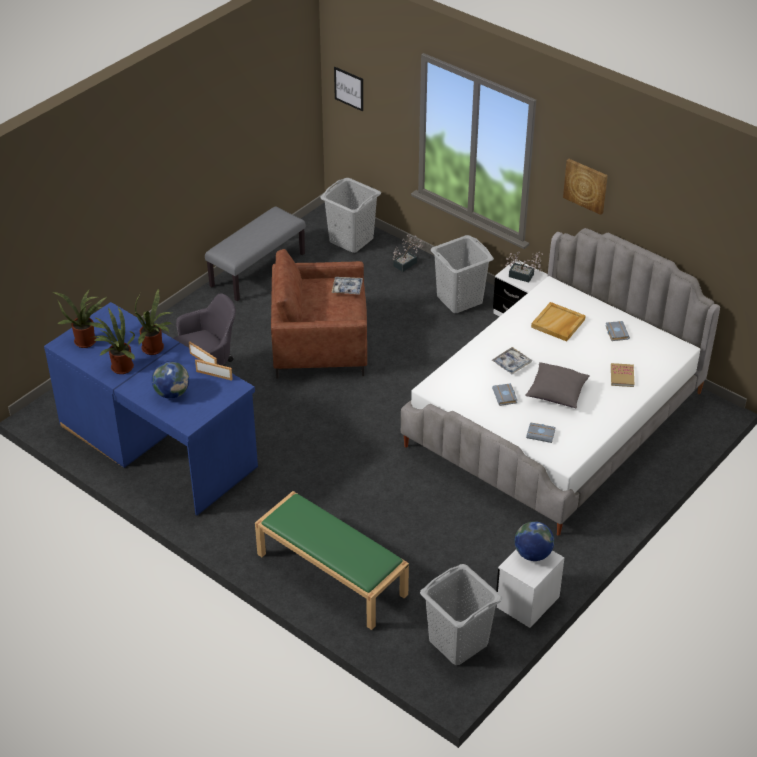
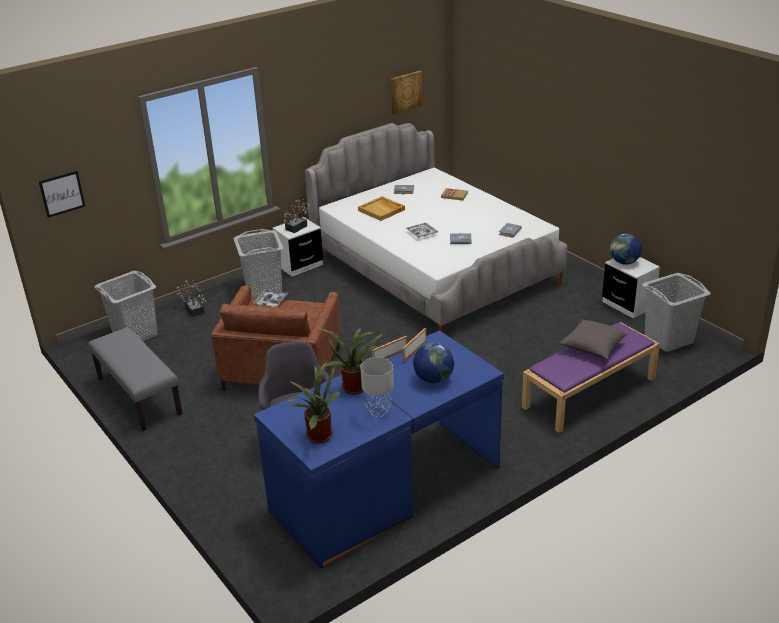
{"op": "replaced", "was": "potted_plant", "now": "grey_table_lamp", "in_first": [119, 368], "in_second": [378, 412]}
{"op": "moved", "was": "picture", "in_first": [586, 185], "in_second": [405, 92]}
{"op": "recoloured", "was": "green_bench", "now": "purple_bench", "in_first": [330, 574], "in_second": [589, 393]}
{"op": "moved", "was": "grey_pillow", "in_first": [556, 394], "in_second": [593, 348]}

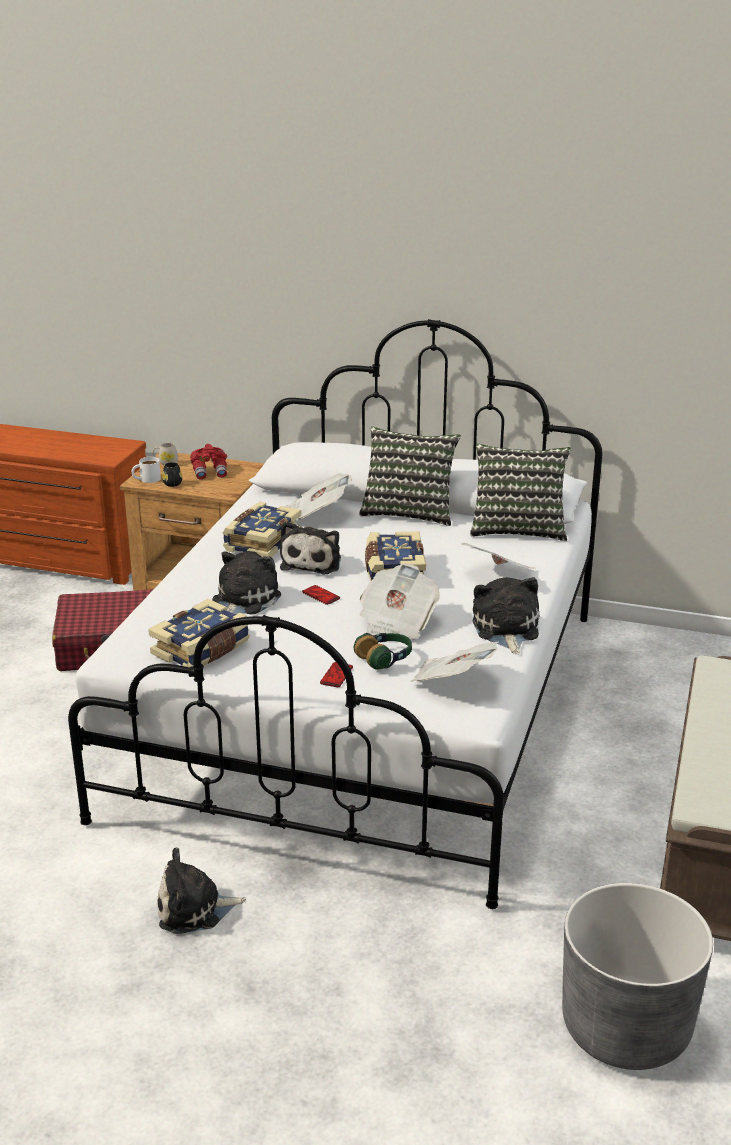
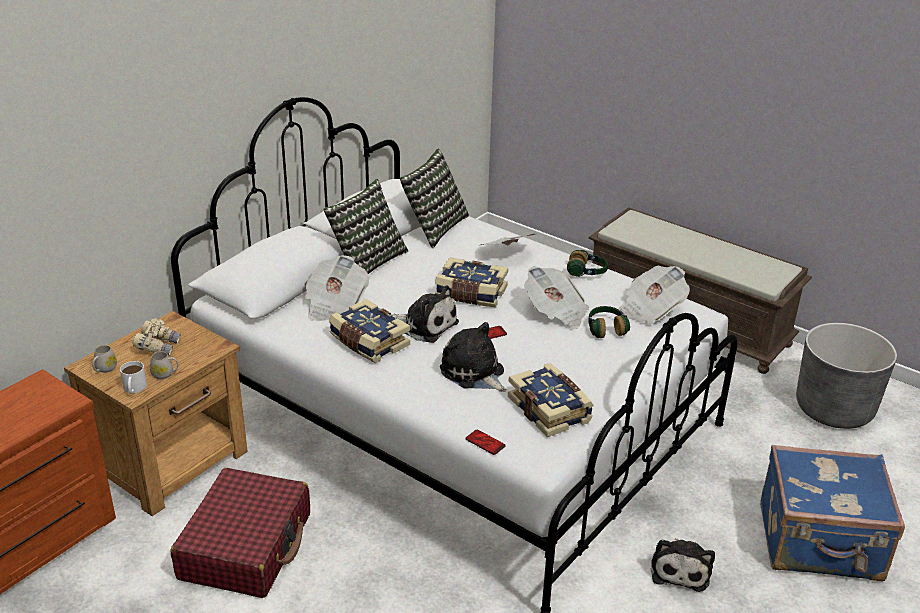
{"op": "recoloured", "was": "red_binoculars", "now": "beige_binoculars", "in_first": [210, 472], "in_second": [158, 347]}
{"op": "recoloured", "was": "black_mug", "now": "white_mug", "in_first": [173, 484], "in_second": [165, 374]}
{"op": "moved", "was": "phone", "in_first": [336, 675], "in_second": [485, 443]}
{"op": "replaced", "was": "plush_toy", "now": "headphones", "in_first": [506, 630], "in_second": [587, 272]}
{"op": "added", "now": "blue_suitcase", "in_second": [820, 544]}

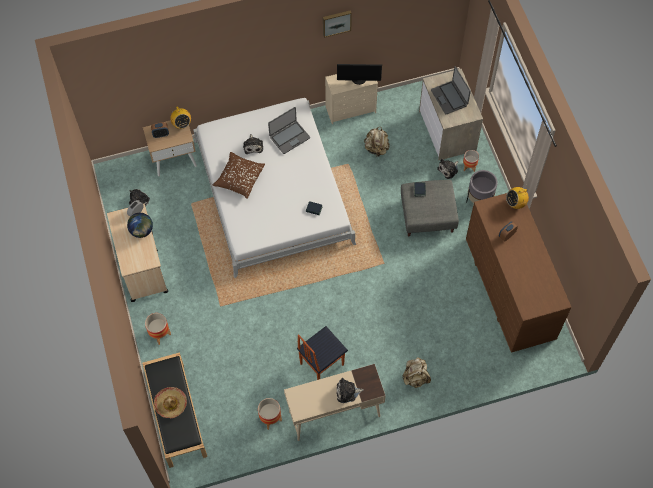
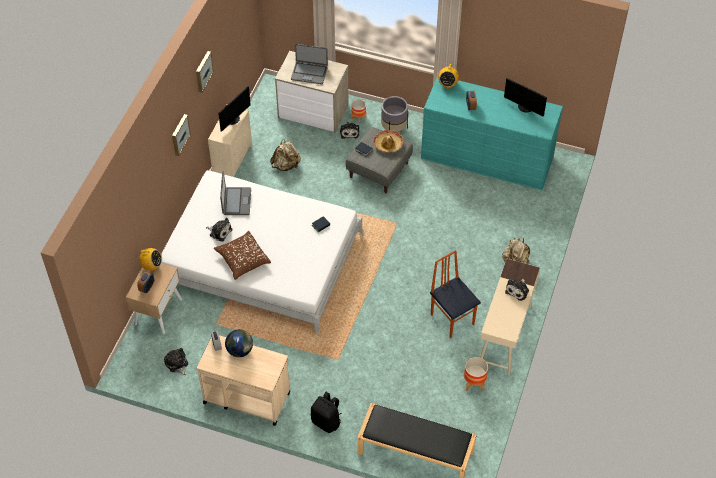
{"op": "added", "now": "picture", "in_second": [179, 134]}
{"op": "replaced", "was": "planter", "now": "black_backpack", "in_first": [160, 334], "in_second": [326, 421]}
{"op": "moved", "was": "hat", "in_first": [171, 404], "in_second": [388, 144]}
{"op": "recoloured", "was": "brown_dresser", "now": "turquoise_dresser", "in_first": [510, 288], "in_second": [487, 158]}
{"op": "turned", "was": "chair", "in_first": [321, 364], "in_second": [452, 319], "clockwise": 150}
{"op": "added", "now": "monitor", "in_second": [525, 107]}

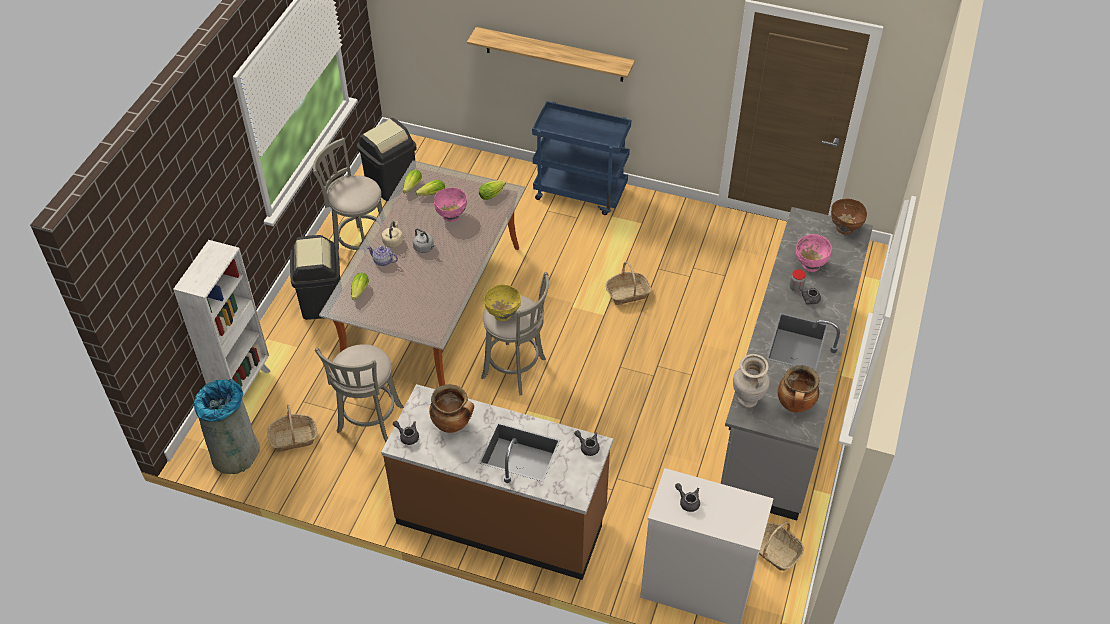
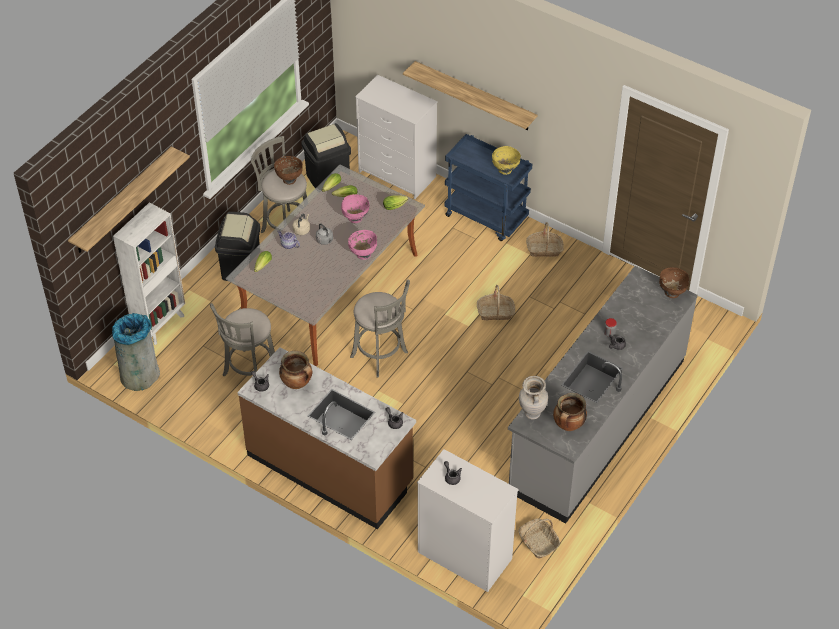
{"op": "added", "now": "shelf", "in_second": [122, 201]}
{"op": "added", "now": "brown_bowl", "in_second": [289, 179]}
{"op": "moved", "was": "pink_bowl", "in_first": [810, 265], "in_second": [363, 254]}
{"op": "added", "now": "white_dresser", "in_second": [398, 174]}
{"op": "moved", "was": "yellow_bowl", "in_first": [502, 315], "in_second": [505, 170]}
{"op": "moved", "was": "basket", "in_first": [294, 438], "in_second": [544, 249]}

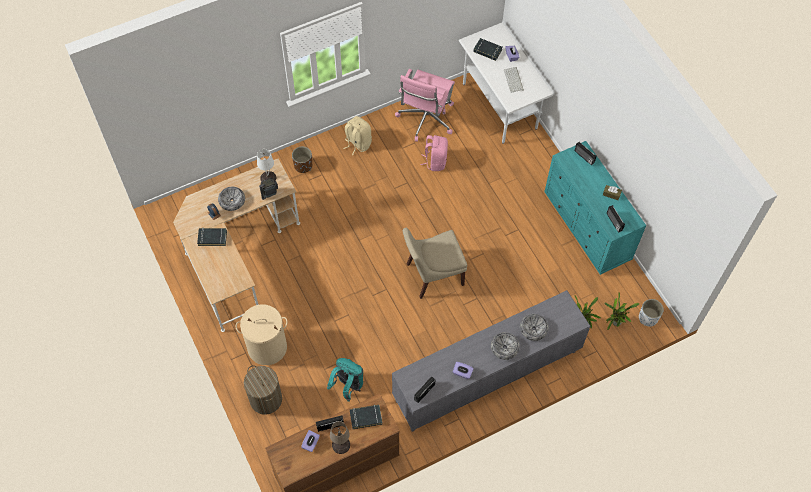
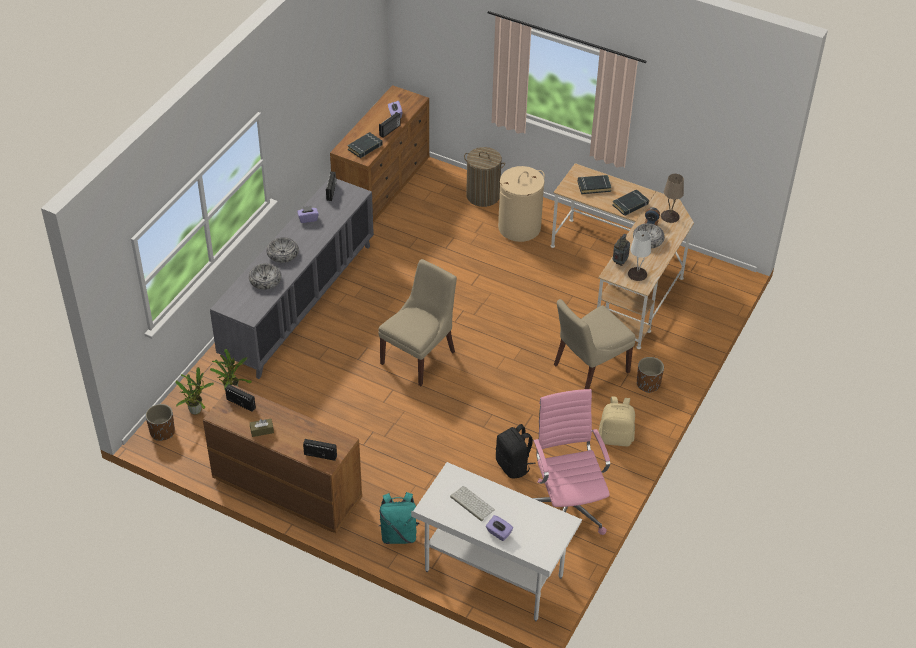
{"op": "recoloured", "was": "white_planter", "now": "brown_planter", "in_first": [648, 318], "in_second": [162, 432]}
{"op": "recoloured", "was": "turquoise_dresser", "now": "brown_dresser", "in_first": [587, 227], "in_second": [286, 488]}
{"op": "moved", "was": "turquoise_backpack", "in_first": [347, 386], "in_second": [398, 534]}
{"op": "recoloured", "was": "pink_backpack", "now": "black_backpack", "in_first": [435, 161], "in_second": [513, 466]}
{"op": "added", "now": "beige_chair", "in_second": [589, 370]}
{"op": "moved", "was": "black_book", "in_first": [487, 51], "in_second": [594, 186]}
{"op": "moved", "was": "beige_table_lamp", "in_first": [341, 445], "in_second": [669, 216]}

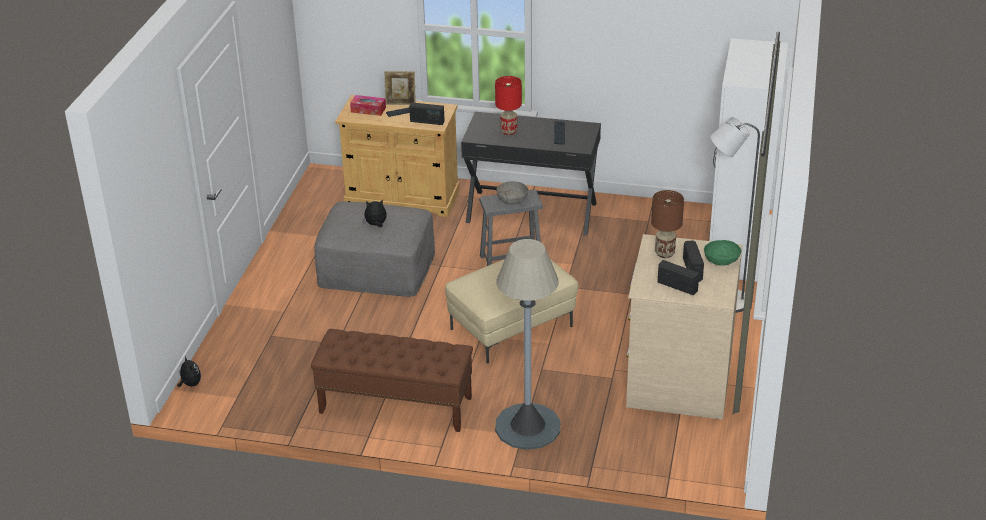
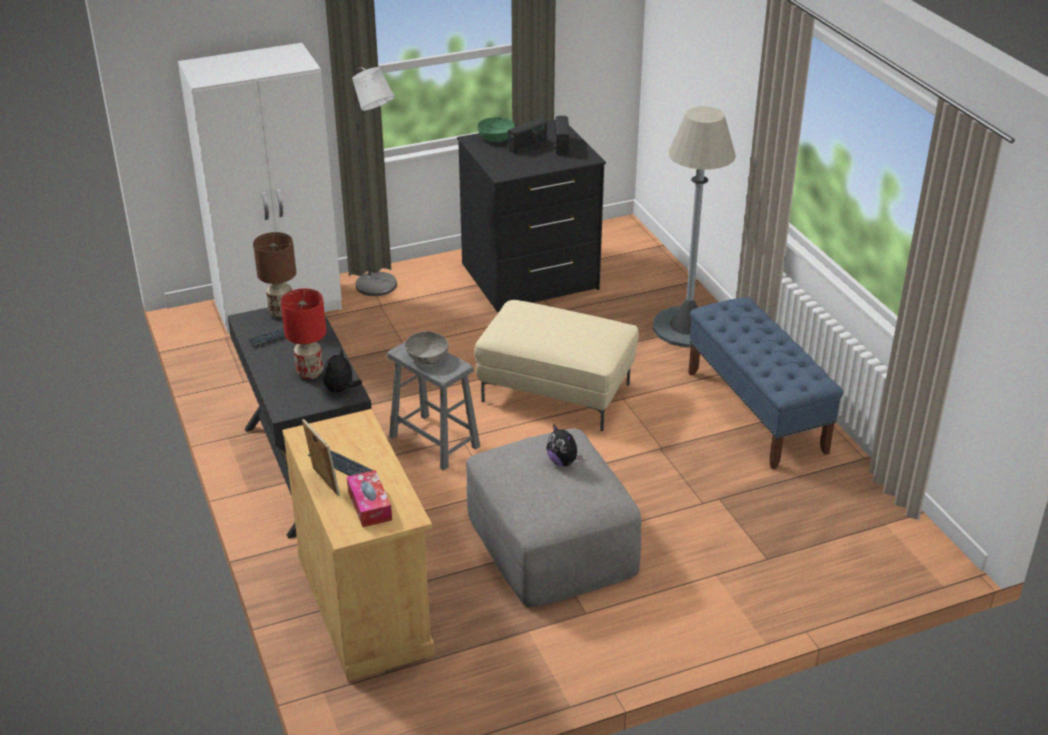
{"op": "moved", "was": "brown_table_lamp", "in_first": [665, 253], "in_second": [281, 312]}
{"op": "moved", "was": "plush_toy", "in_first": [190, 384], "in_second": [340, 390]}
{"op": "recoloured", "was": "beige_dresser", "now": "black_dresser", "in_first": [677, 379], "in_second": [530, 277]}
{"op": "recoloured", "was": "brown_bench", "now": "blue_bench", "in_first": [395, 405], "in_second": [756, 412]}
{"op": "removed", "was": "radio", "in_first": [427, 121]}

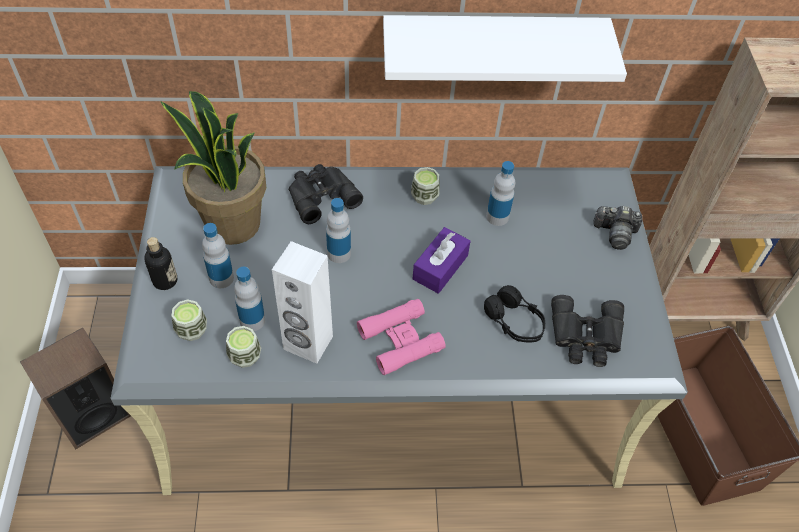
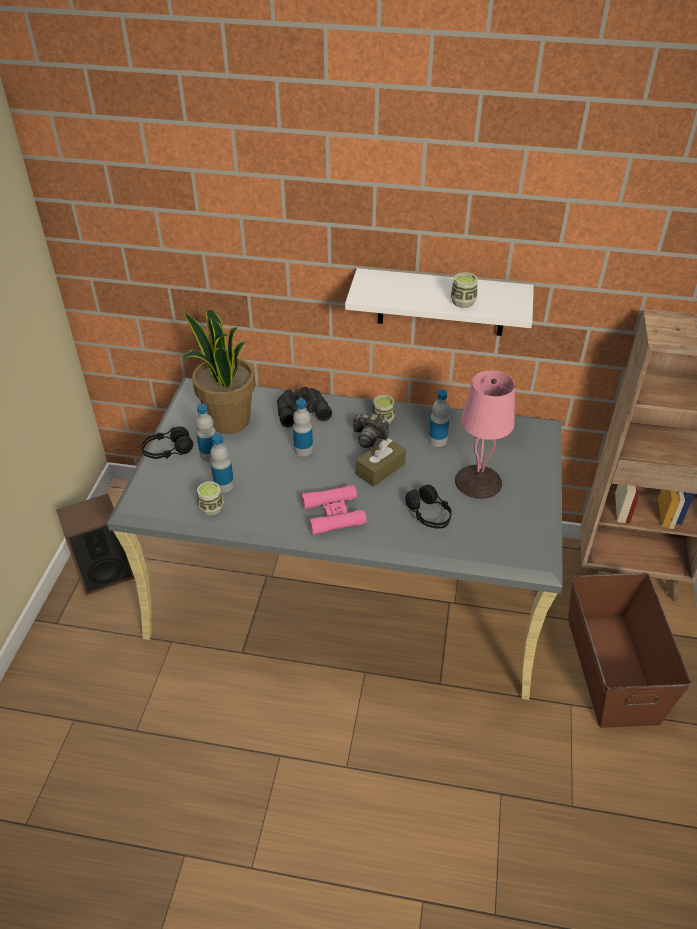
{"op": "replaced", "was": "bottle", "now": "black_headphones", "in_first": [165, 281], "in_second": [167, 451]}
{"op": "moved", "was": "photo_camera", "in_first": [615, 233], "in_second": [369, 437]}
{"op": "recoloured", "was": "purple_tissue_box", "now": "brown_tissue_box", "in_first": [440, 267], "in_second": [380, 469]}
{"op": "moved", "was": "cup", "in_first": [192, 330], "in_second": [463, 302]}
{"op": "added", "now": "pink_table_lamp", "in_second": [479, 482]}
{"op": "removed", "was": "white_speaker", "in_first": [308, 343]}
{"op": "removed", "was": "black_binoculars", "in_first": [585, 337]}

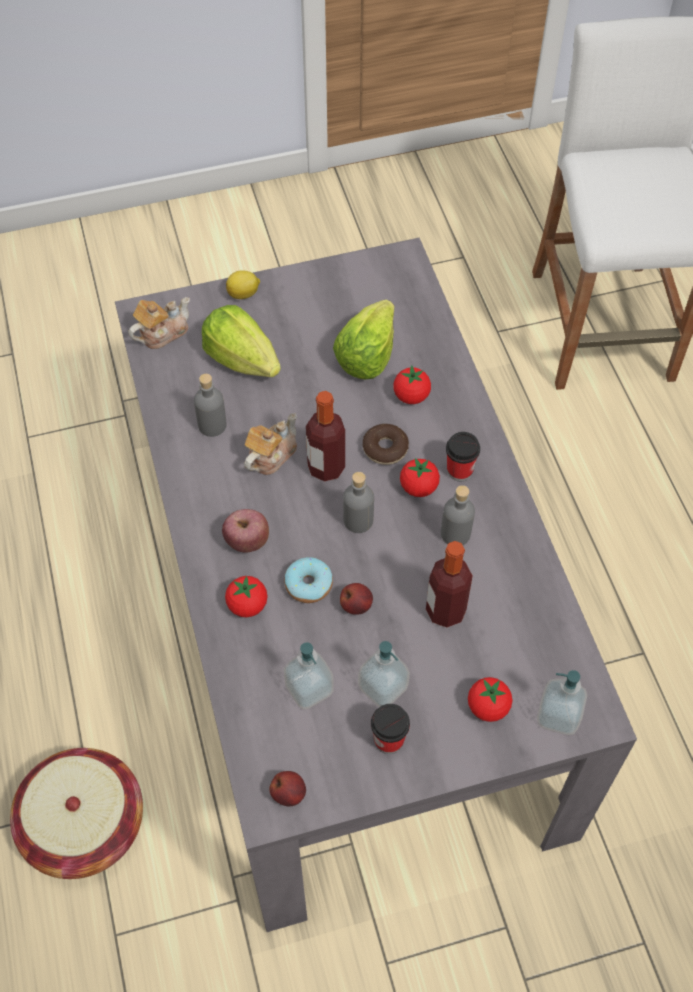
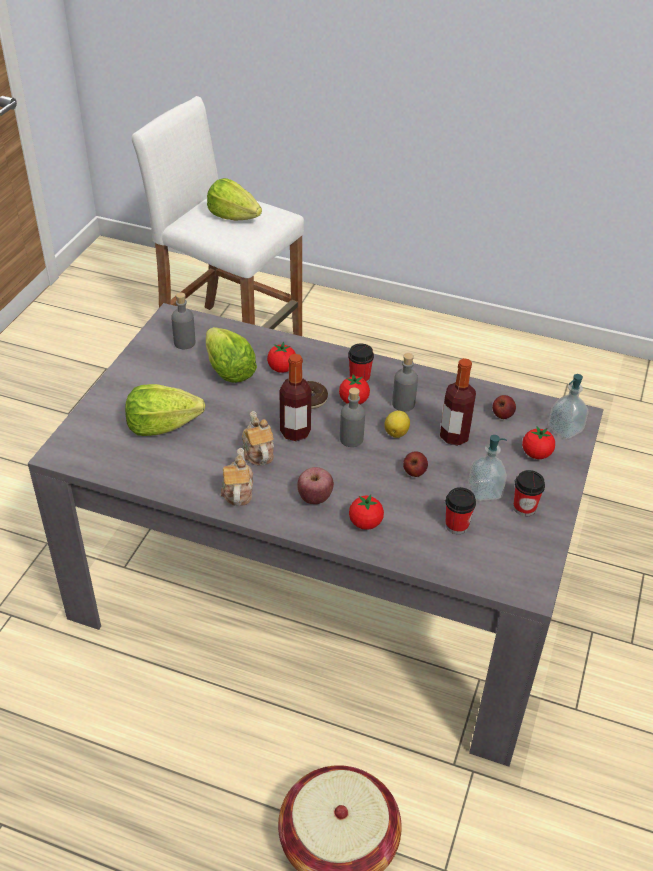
{"op": "moved", "was": "grey_bottle", "in_first": [212, 425], "in_second": [184, 343]}
{"op": "added", "now": "lettuce", "in_second": [233, 216]}
{"op": "moved", "was": "teapot", "in_first": [162, 333], "in_second": [237, 491]}
{"op": "moved", "was": "lemon", "in_first": [244, 294], "in_second": [397, 432]}
{"op": "replaced", "was": "soap_dispenser", "now": "cup", "in_first": [309, 688], "in_second": [456, 525]}
{"op": "moved", "was": "apple", "in_first": [289, 793], "in_second": [502, 415]}
{"op": "removed", "was": "donut", "in_first": [308, 585]}

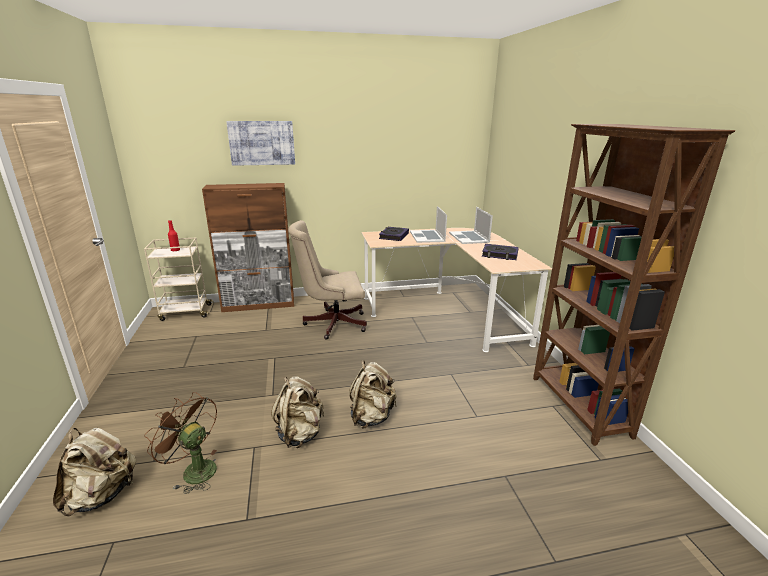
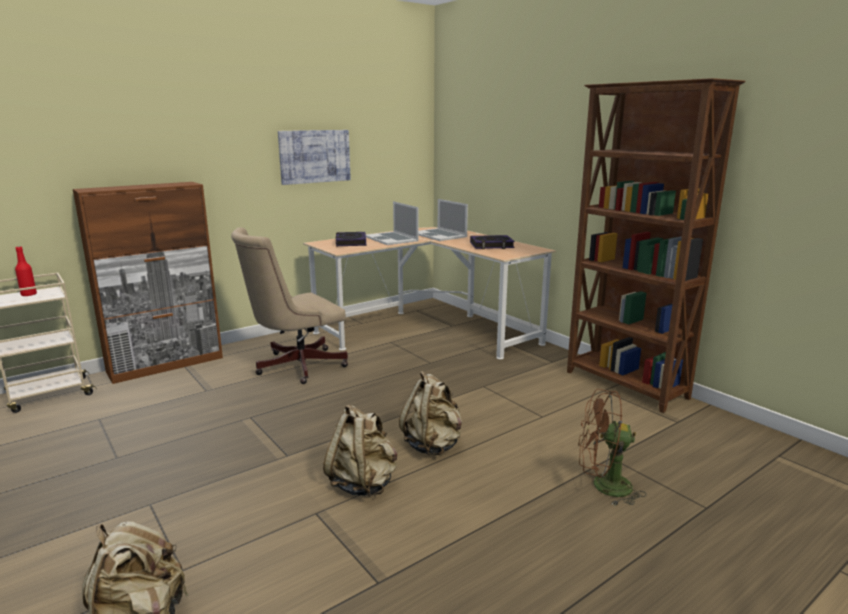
{"op": "moved", "was": "picture", "in_first": [262, 143], "in_second": [314, 156]}
{"op": "moved", "was": "brown_fan", "in_first": [194, 470], "in_second": [603, 486]}

